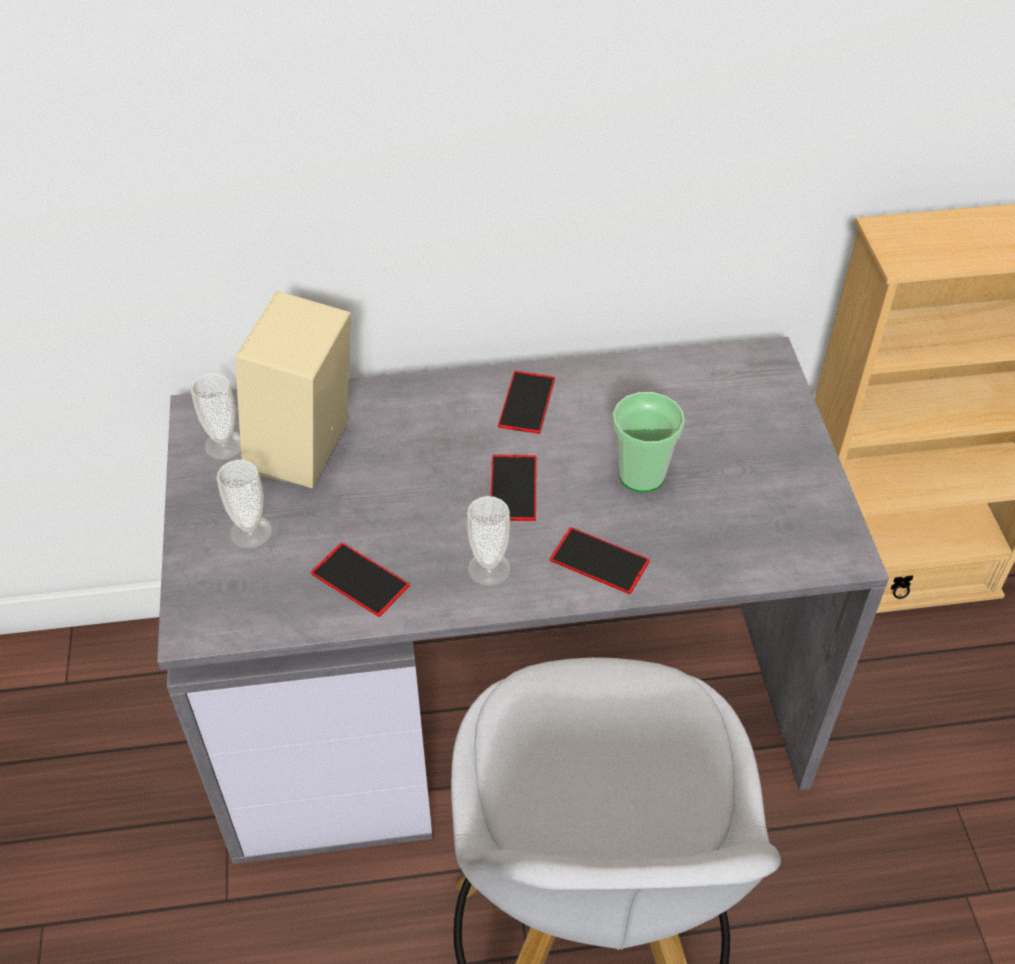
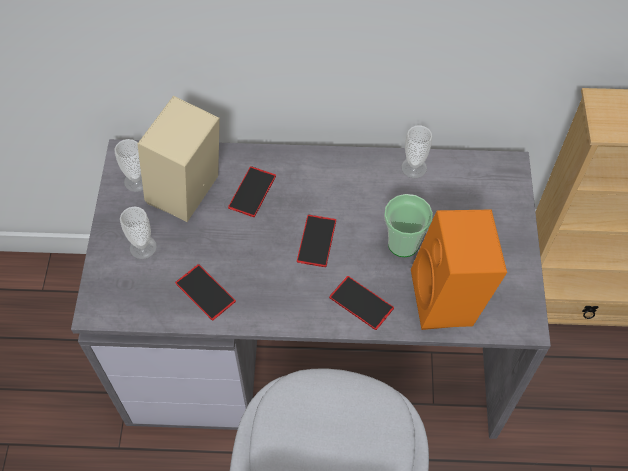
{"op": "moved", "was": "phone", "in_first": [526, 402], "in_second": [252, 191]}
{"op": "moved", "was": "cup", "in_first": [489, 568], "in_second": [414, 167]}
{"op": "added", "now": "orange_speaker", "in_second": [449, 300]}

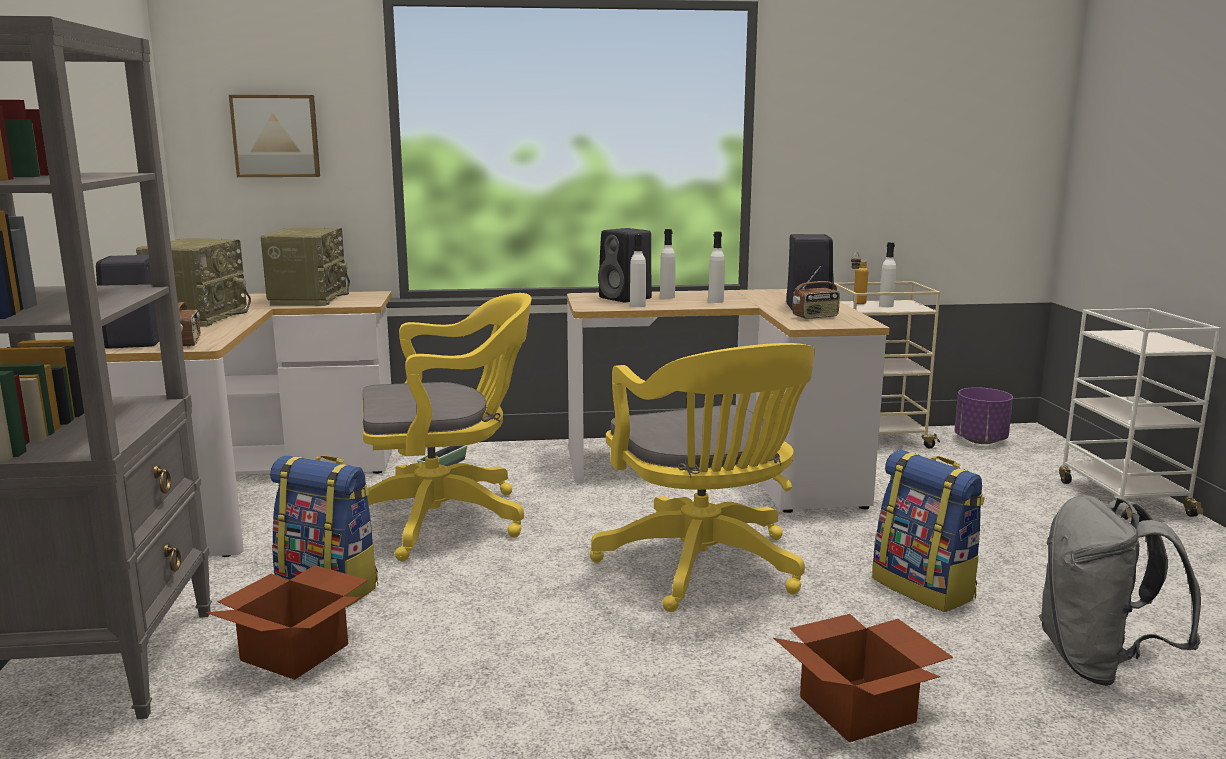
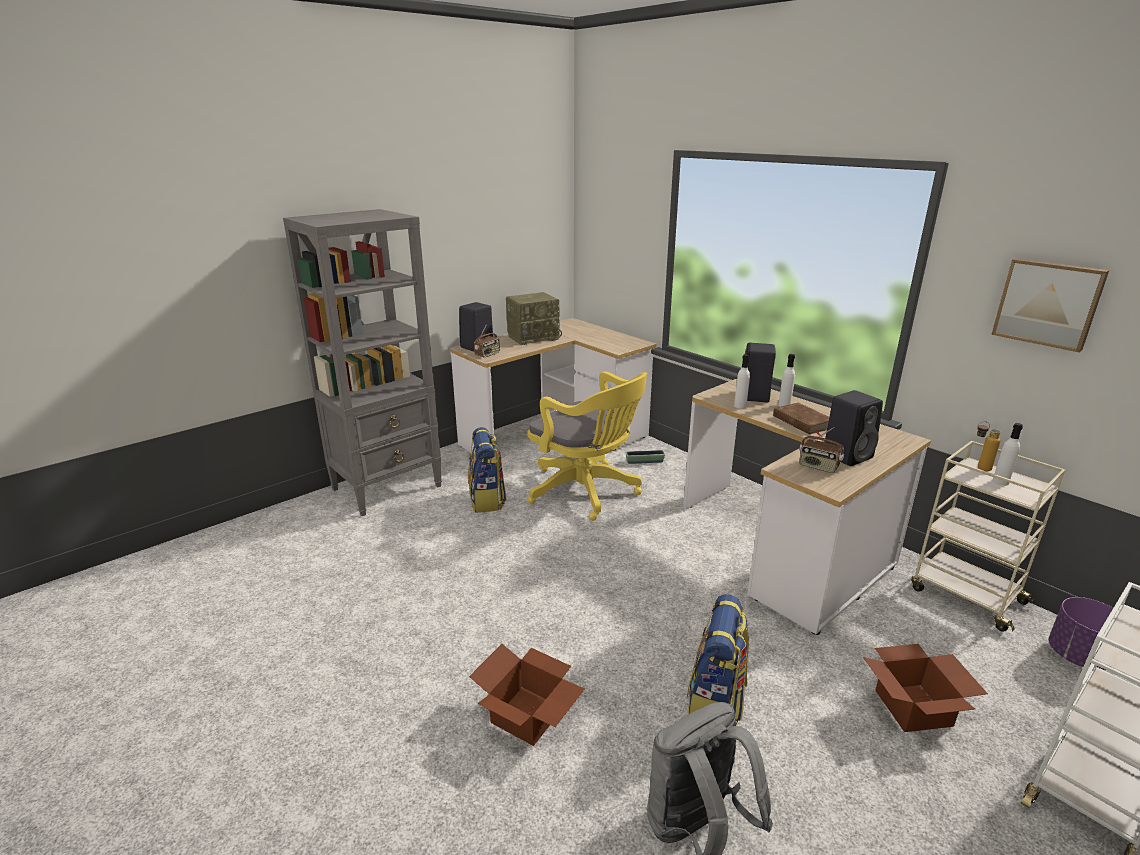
{"op": "replaced", "was": "white_bottle", "now": "brown_book", "in_first": [716, 301], "in_second": [802, 422]}
{"op": "moved", "was": "cardboard_box", "in_first": [298, 651], "in_second": [915, 708]}
{"op": "moved", "was": "picture", "in_first": [276, 136], "in_second": [1048, 303]}
{"op": "removed", "was": "radio", "in_first": [308, 299]}
{"op": "removed", "was": "yellow_office_chair", "in_first": [705, 568]}

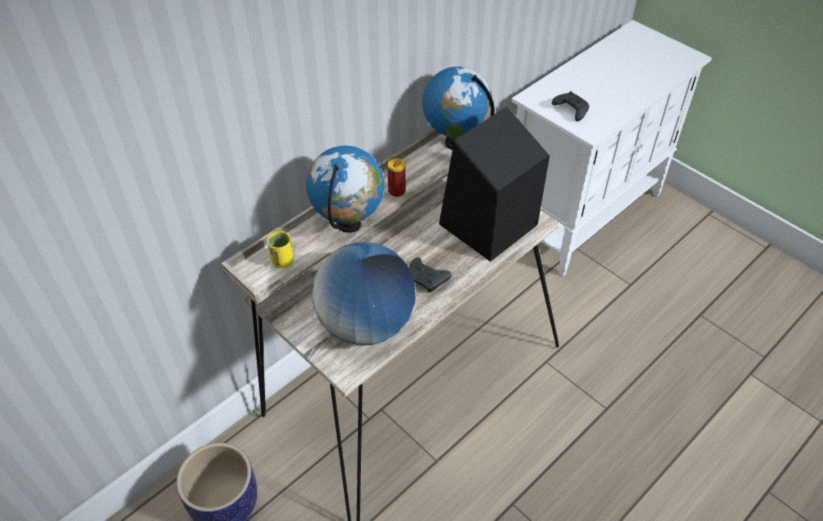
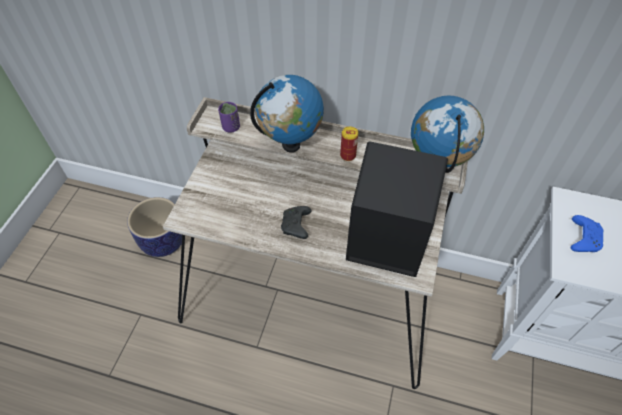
{"op": "recoloured", "was": "yellow_cup", "now": "purple_cup", "in_first": [282, 261], "in_second": [231, 127]}
{"op": "recoloured", "was": "black_game_controller", "now": "blue_game_controller", "in_first": [570, 110], "in_second": [583, 238]}
{"op": "removed", "was": "globe", "in_first": [366, 324]}

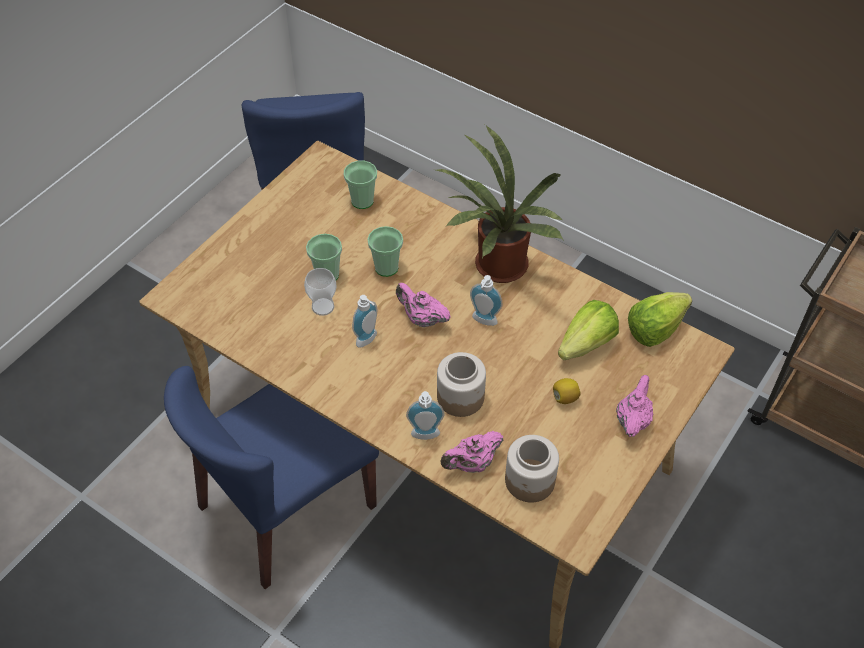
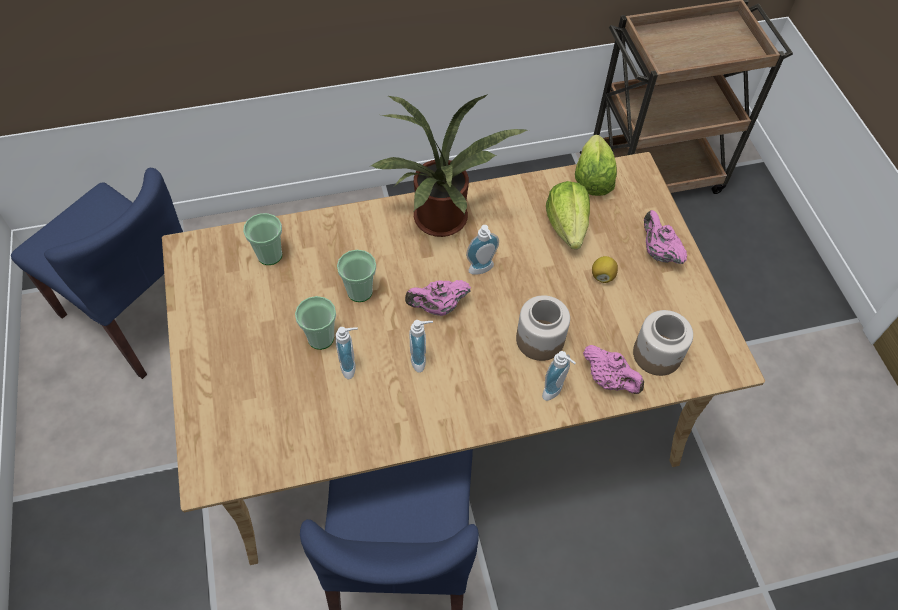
{"op": "replaced", "was": "cup", "now": "soap_dispenser", "in_first": [323, 307], "in_second": [351, 366]}
{"op": "turned", "was": "pink_teapot", "in_first": [472, 463], "in_second": [609, 380], "clockwise": -60}

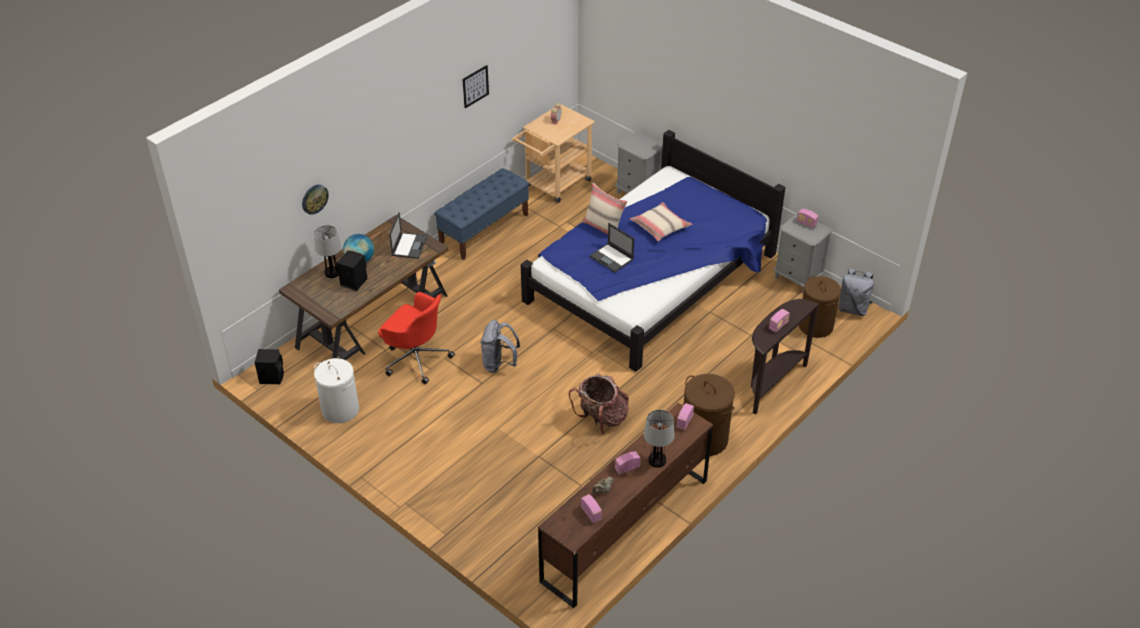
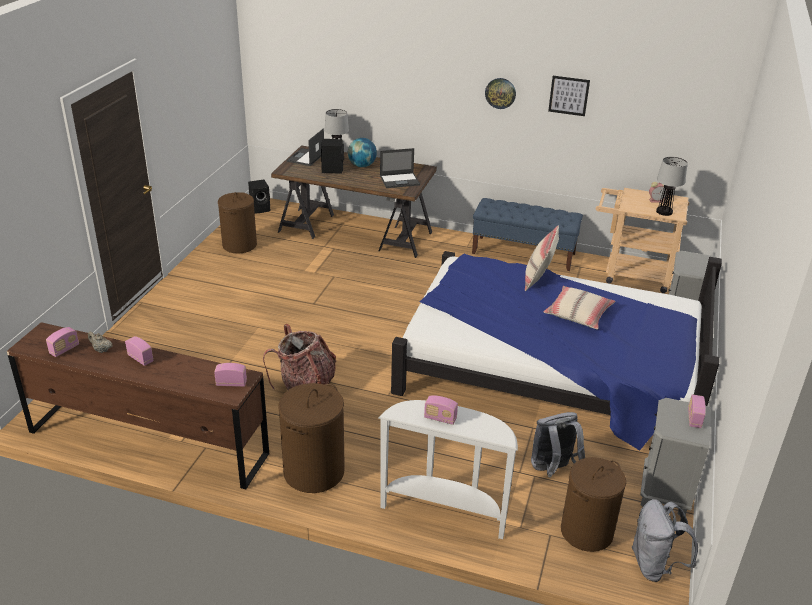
{"op": "recoloured", "was": "white_laundry_basket", "now": "brown_laundry_basket", "in_first": [340, 410], "in_second": [239, 245]}
{"op": "moved", "was": "laptop", "in_first": [612, 258], "in_second": [305, 157]}
{"op": "recoloured", "was": "brown_console_table", "now": "white_console_table", "in_first": [771, 383], "in_second": [444, 511]}
{"op": "moved", "was": "wall_clock", "in_first": [314, 199], "in_second": [500, 93]}
{"op": "moved", "was": "grey_backpack", "in_first": [499, 364], "in_second": [553, 469]}
{"op": "moved", "was": "table_lamp", "in_first": [657, 461], "in_second": [664, 212]}
{"op": "removed", "was": "red_office_chair", "in_first": [416, 358]}

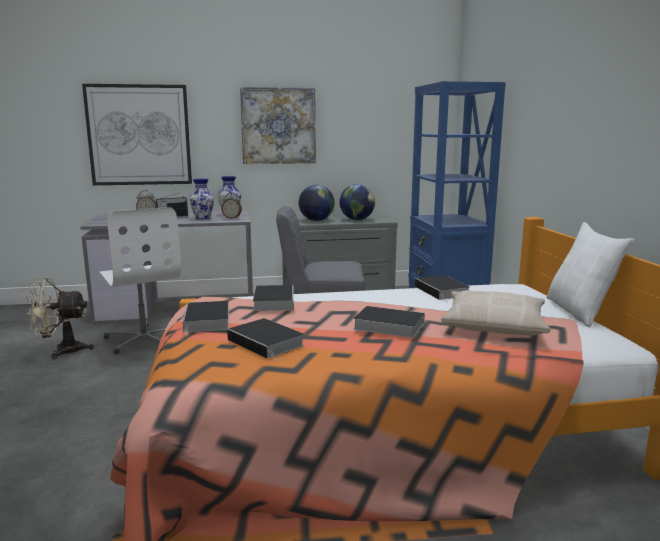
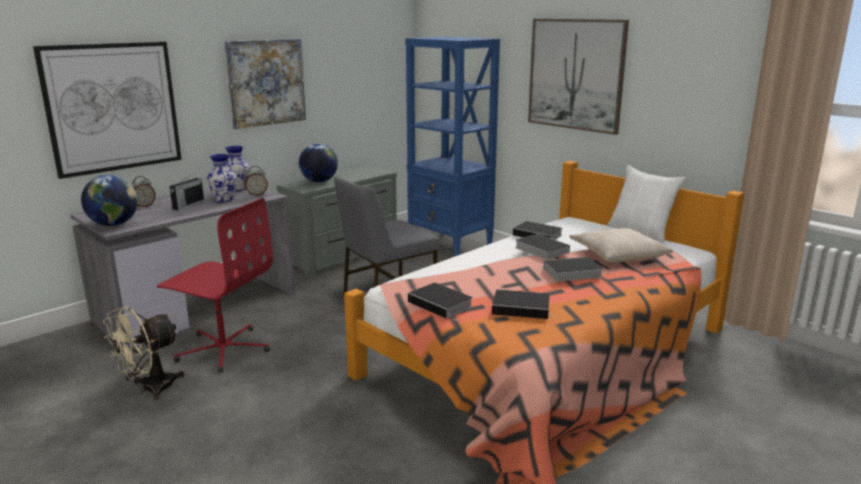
{"op": "moved", "was": "globe", "in_first": [357, 219], "in_second": [114, 224]}
{"op": "recoloured", "was": "white_office_chair", "now": "red_office_chair", "in_first": [145, 339], "in_second": [223, 349]}
{"op": "moved", "was": "book", "in_first": [273, 301], "in_second": [540, 249]}
{"op": "added", "now": "picture", "in_second": [576, 74]}

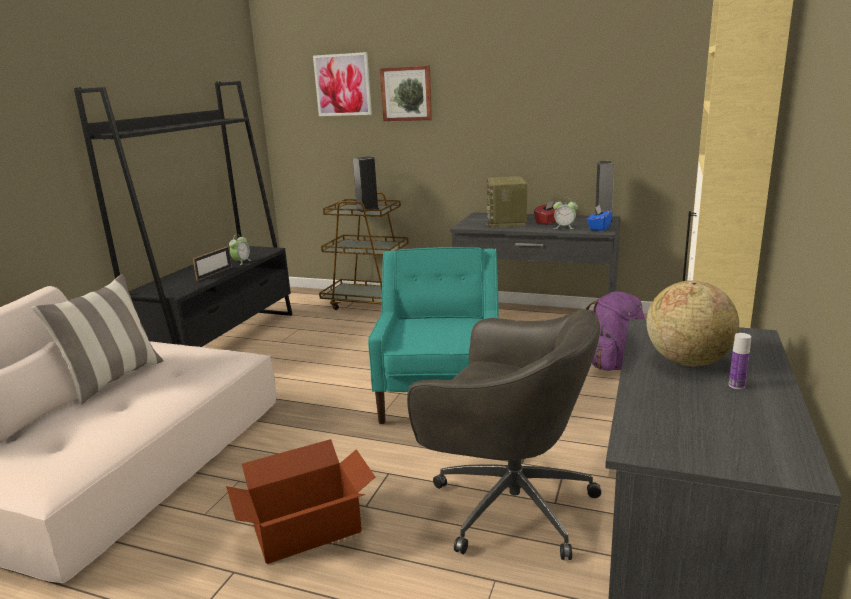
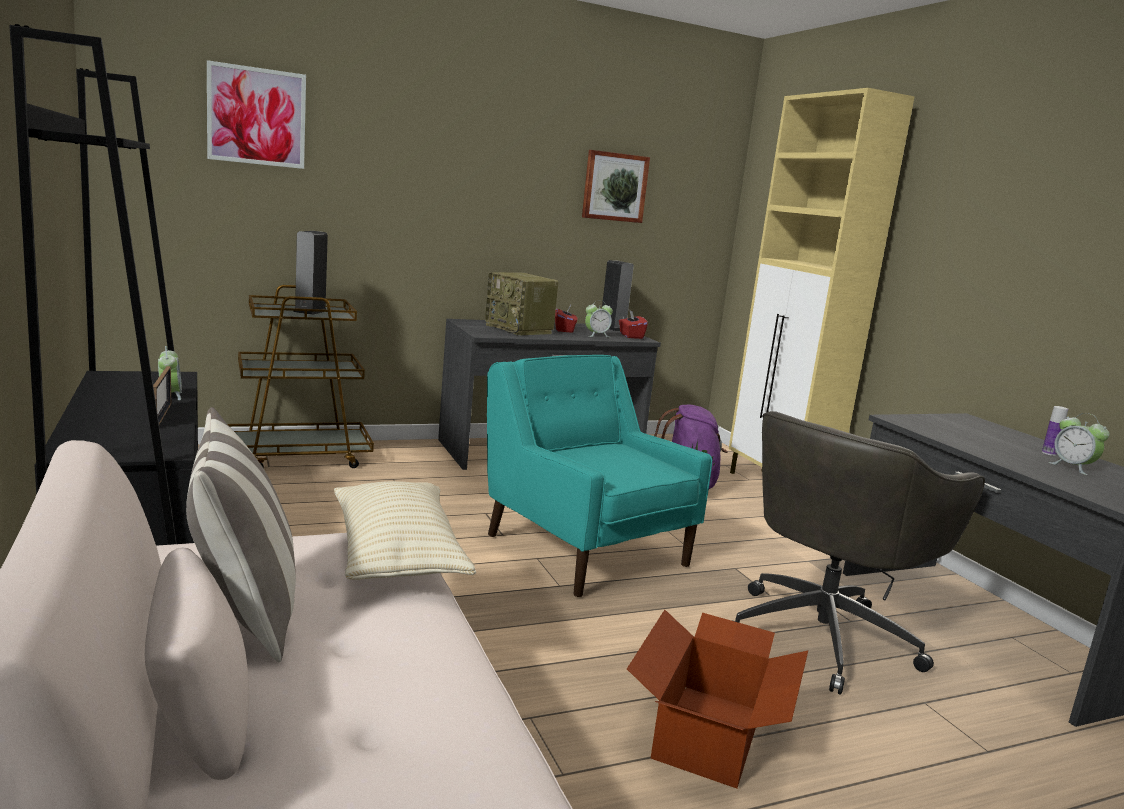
{"op": "added", "now": "beige_pillow", "in_second": [396, 555]}
{"op": "moved", "was": "picture", "in_first": [407, 93], "in_second": [614, 187]}
{"op": "recoloured", "was": "blue_tissue_box", "now": "red_tissue_box", "in_first": [599, 228], "in_second": [631, 336]}
{"op": "turned", "was": "grey_office_chair", "in_first": [508, 504], "in_second": [824, 635], "clockwise": 150}
{"op": "added", "now": "alarm_clock", "in_second": [1072, 467]}
{"op": "removed", "was": "globe", "in_first": [687, 361]}

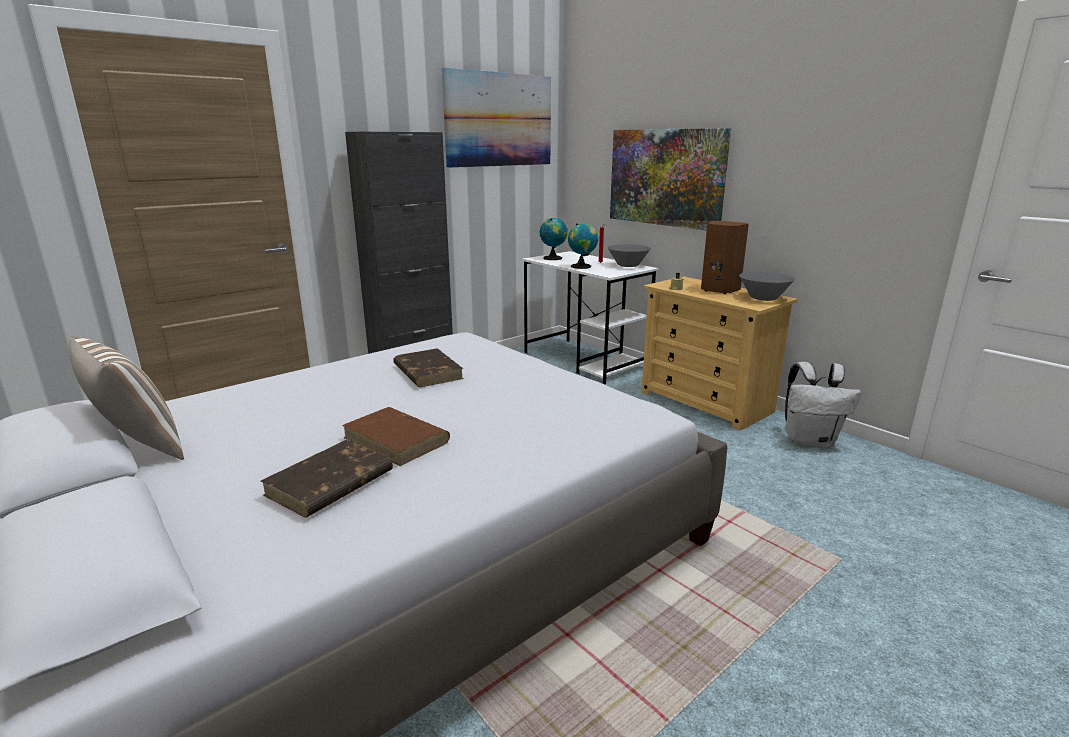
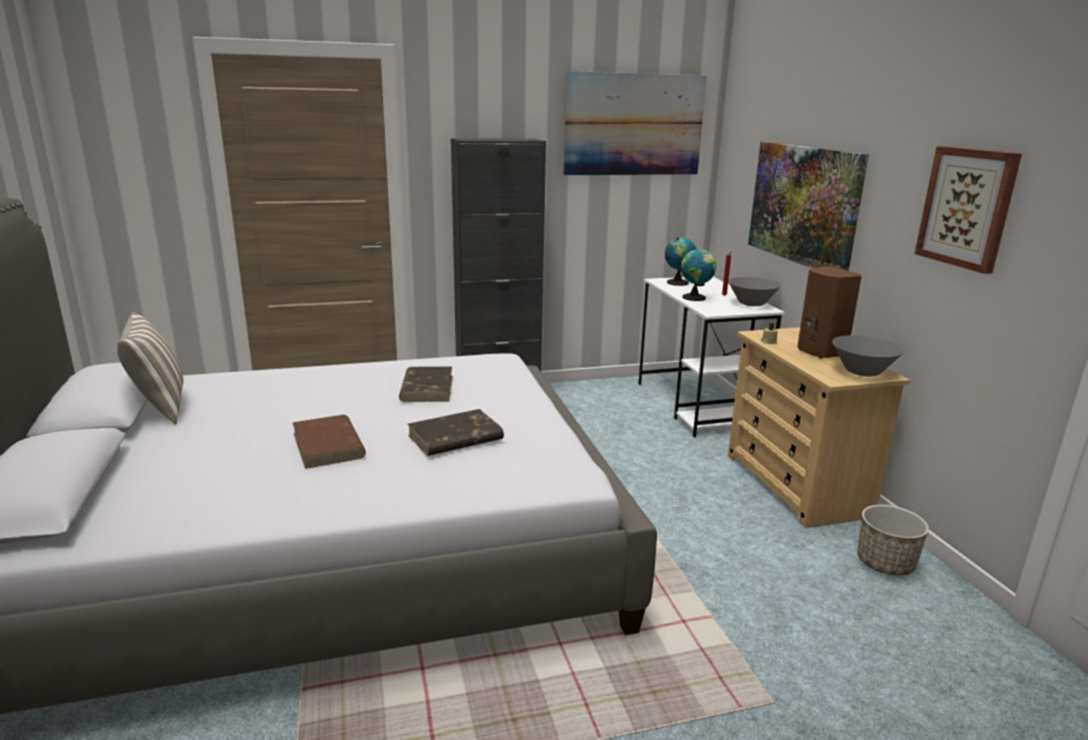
{"op": "moved", "was": "brown_book", "in_first": [329, 483], "in_second": [454, 438]}
{"op": "replaced", "was": "white_backpack", "now": "planter", "in_first": [810, 441], "in_second": [885, 563]}
{"op": "added", "now": "picture", "in_second": [967, 207]}

